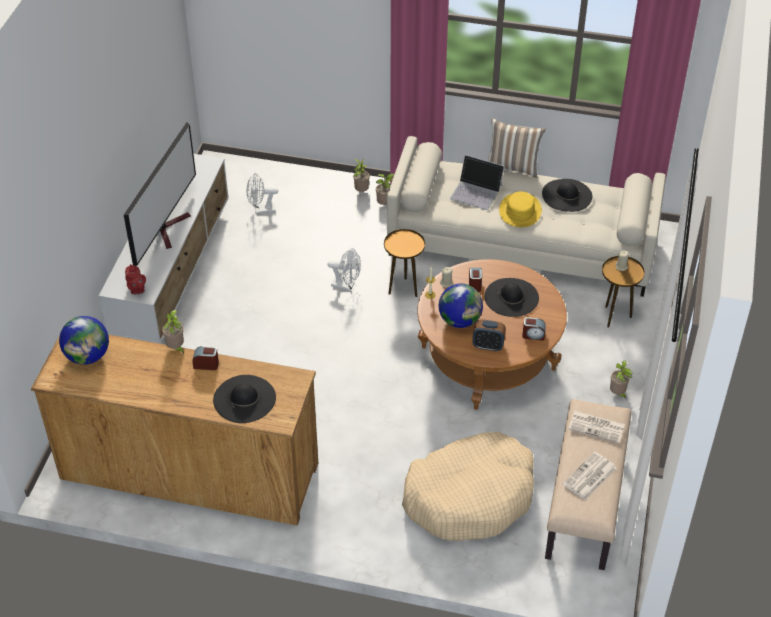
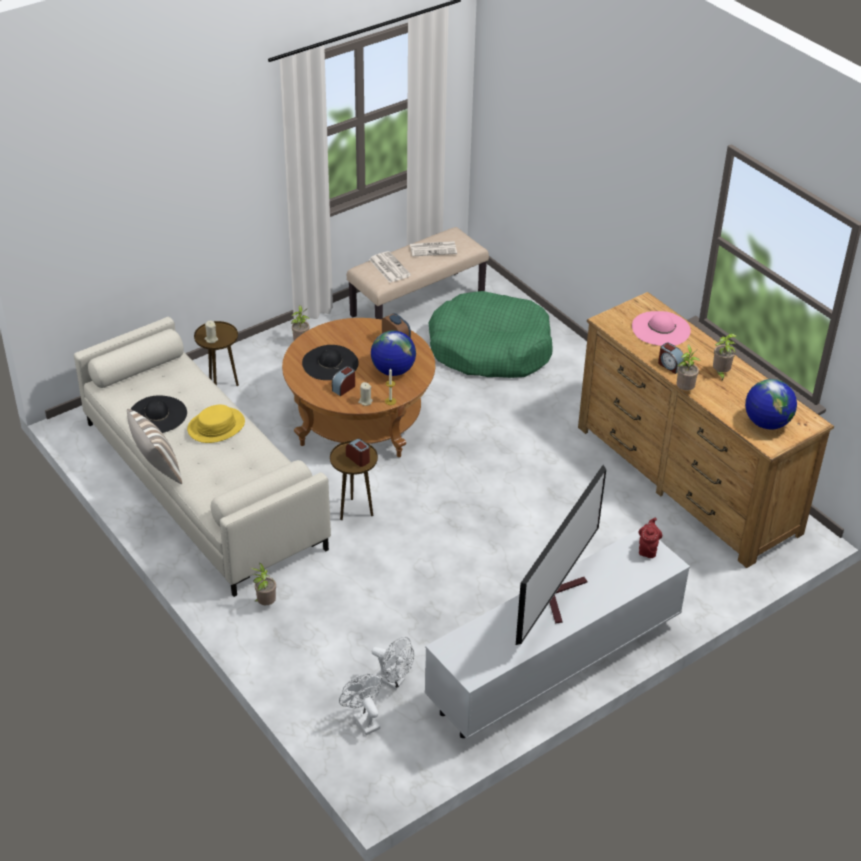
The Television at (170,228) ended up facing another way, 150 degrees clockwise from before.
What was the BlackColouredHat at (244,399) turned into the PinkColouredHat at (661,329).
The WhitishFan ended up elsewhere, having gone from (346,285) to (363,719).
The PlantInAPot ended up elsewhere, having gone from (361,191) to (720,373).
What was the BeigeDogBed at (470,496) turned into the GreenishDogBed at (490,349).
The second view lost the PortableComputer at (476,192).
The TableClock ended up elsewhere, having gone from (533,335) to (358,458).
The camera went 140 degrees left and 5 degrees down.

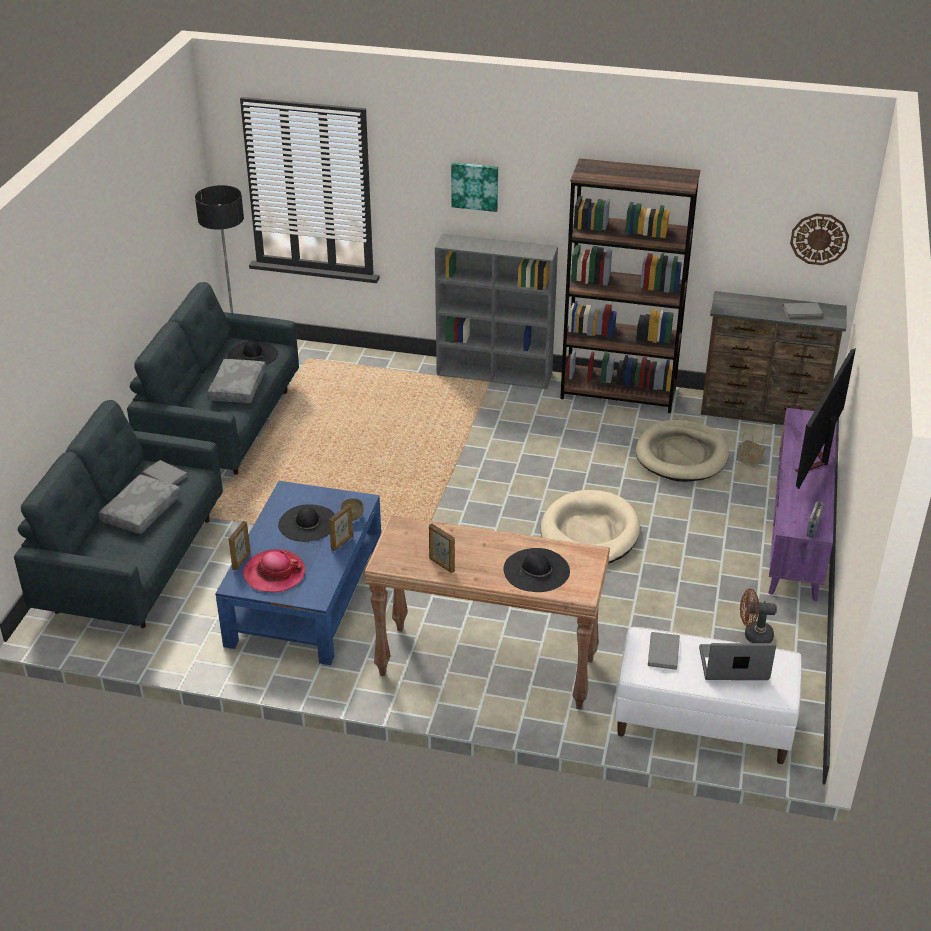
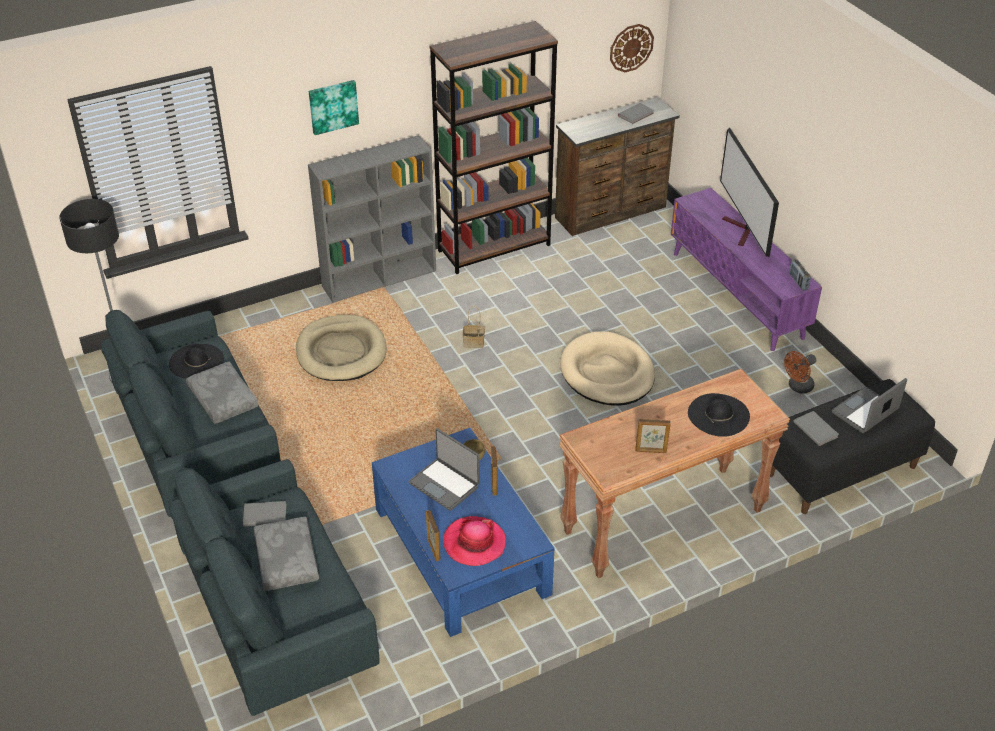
Where the BlackColouredHat stood at (308,523), the PortableComputer came to stand at (445,484).
What was the WhitishLongSeat at (702,724) turned into the BlackColouredLongSeat at (841,471).
The BeigeDogBed ended up elsewhere, having gone from (682,455) to (341,352).
The Basket ended up elsewhere, having gone from (750,460) to (474,342).
The camera went 40 degrees left and 5 degrees up.

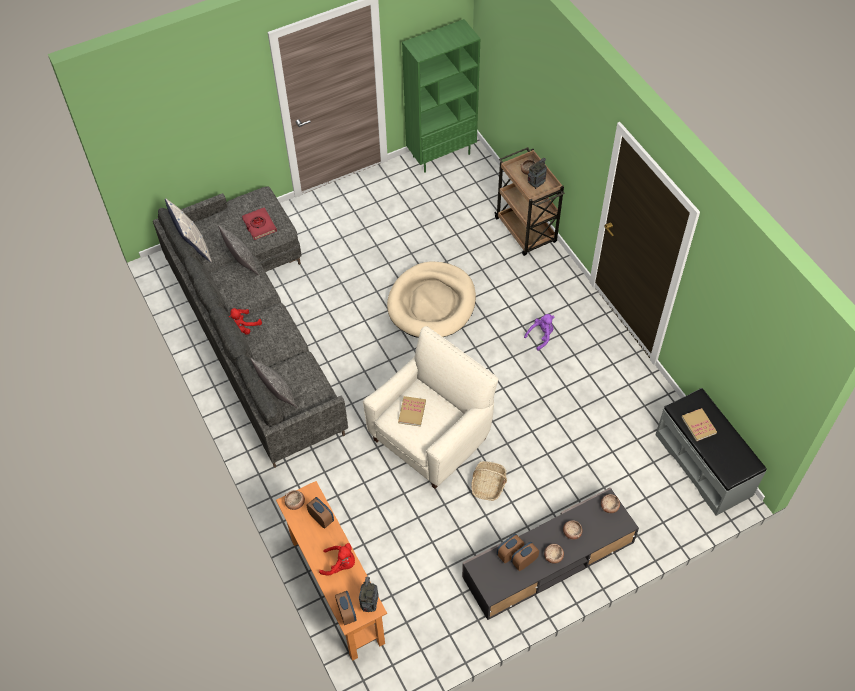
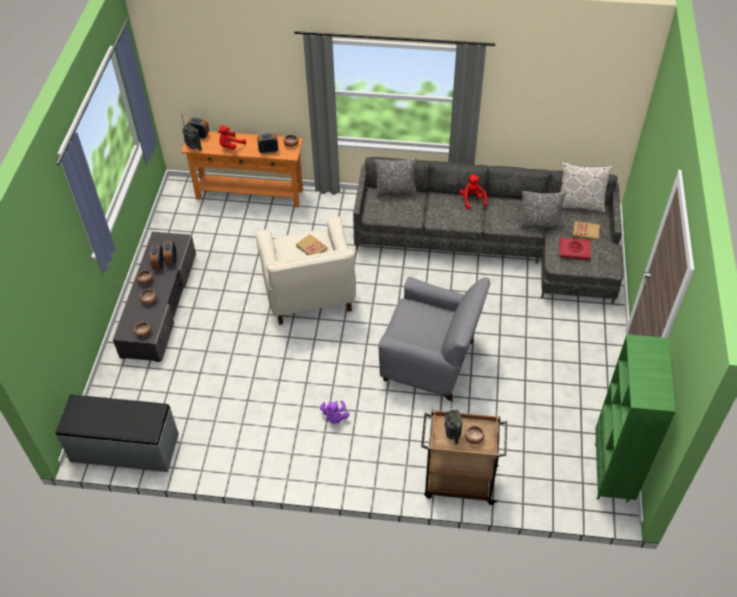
Where the BeigeDogBed stood at (432,303), the GreyLoungeChair came to stand at (431,362).
The second view lost the Basket at (488,485).
The Book ended up elsewhere, having gone from (698,425) to (586,232).
The camera went 125 degrees right and 5 degrees down.

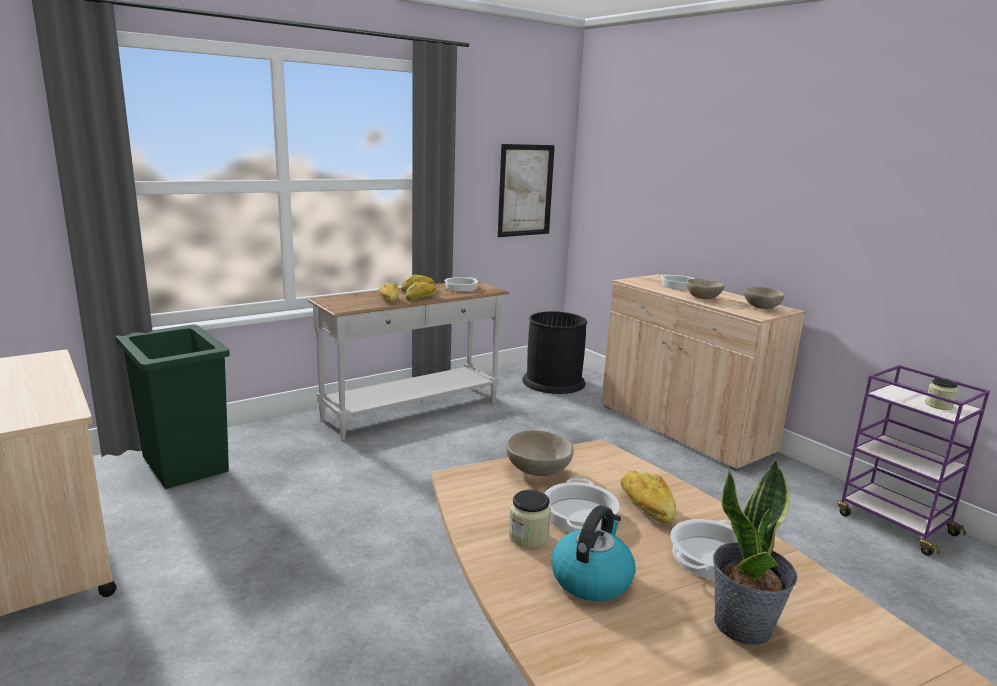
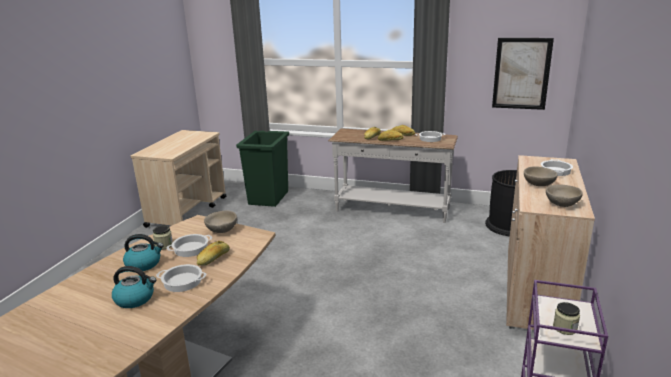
Where the PlantInAPot stood at (744,625), the WaterKettle came to stand at (135,299).
The camera went 55 degrees right and 5 degrees up.

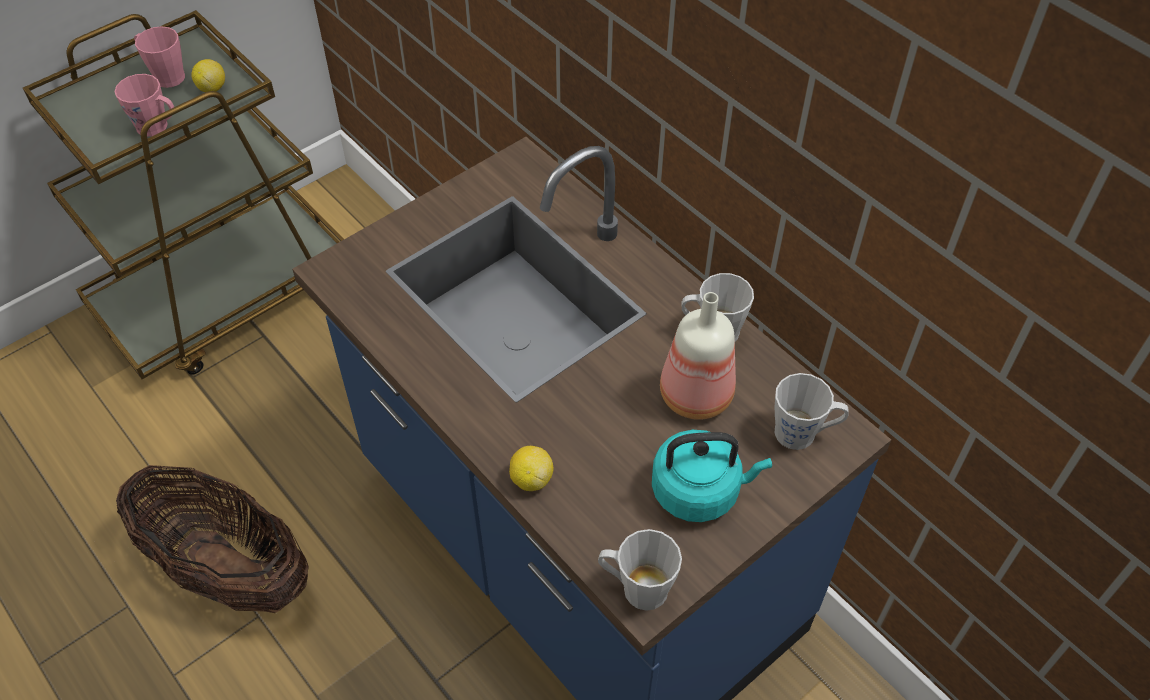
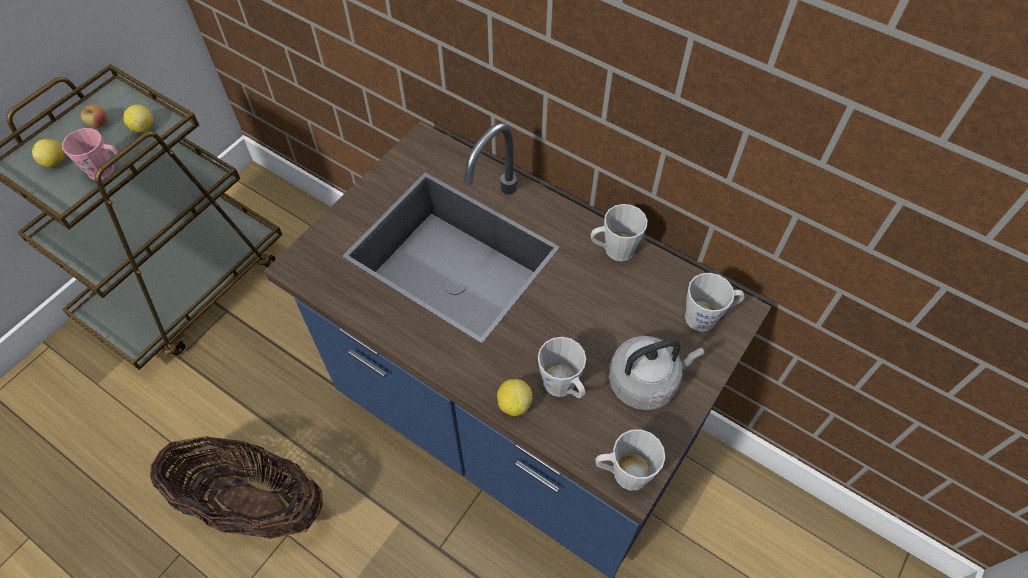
Where the PinkColouredCoffeeMug stood at (165,75), the AppleFruit came to stand at (99,124).
What was the TurquoiseColouredWaterKettle at (700,491) turned into the GreyWaterKettle at (646,382).
The second view lost the Bottle at (694,397).
The second view gained the WholeLemon at (55,161).
The second view gained the GreyCoffeeMug at (563,387).
The camera went 15 degrees left and 5 degrees up.

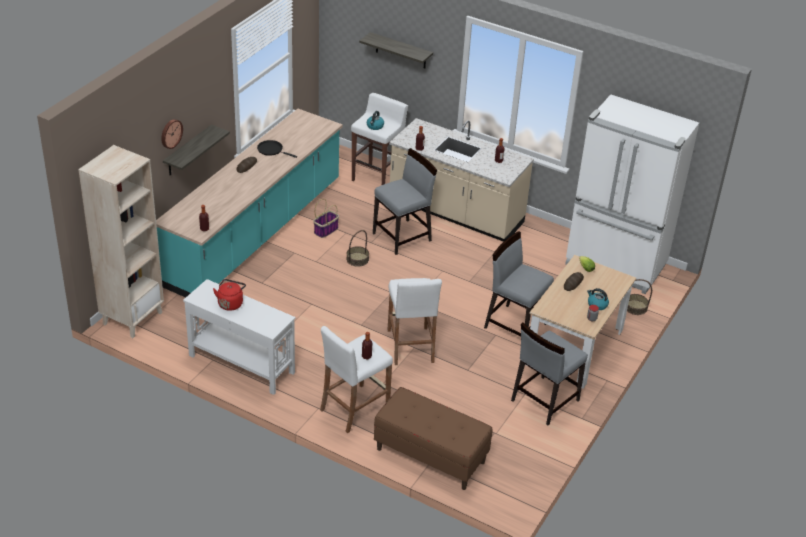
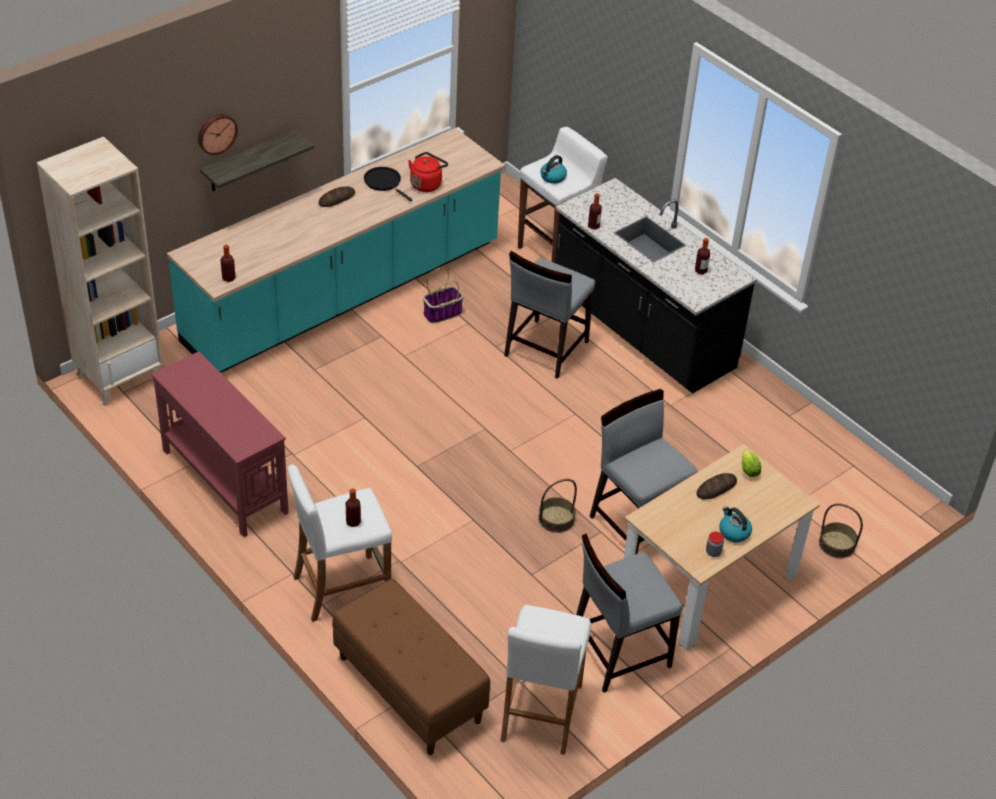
What was the WhitishNarrowTable at (241,364) turned into the ReddishNarrowTable at (224,480).
The ReddishWaterKettle ended up elsewhere, having gone from (230,303) to (427,184).
The Basket ended up elsewhere, having gone from (357,259) to (556,519).
The second view lost the Shelf at (401,51).
The GreyPlainChair at (402,237) ended up facing another way, 135 degrees clockwise from before.
The WhitishStoolSeat ended up elsewhere, having gone from (410,346) to (540,712).
What was the BeigeKitchenBaseUnit at (455,213) turned into the BlackColouredKitchenBaseUnit at (641,330).
The second view lost the WhitishKitchenFridge at (615,265).
The camera went 20 degrees right and 5 degrees up.

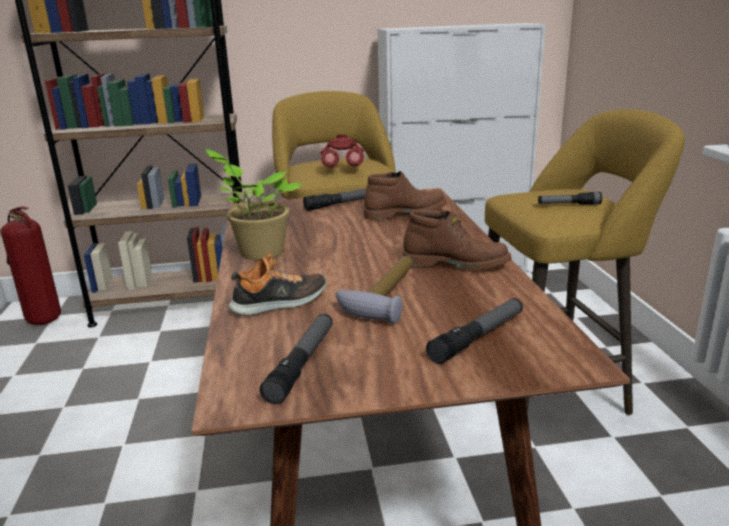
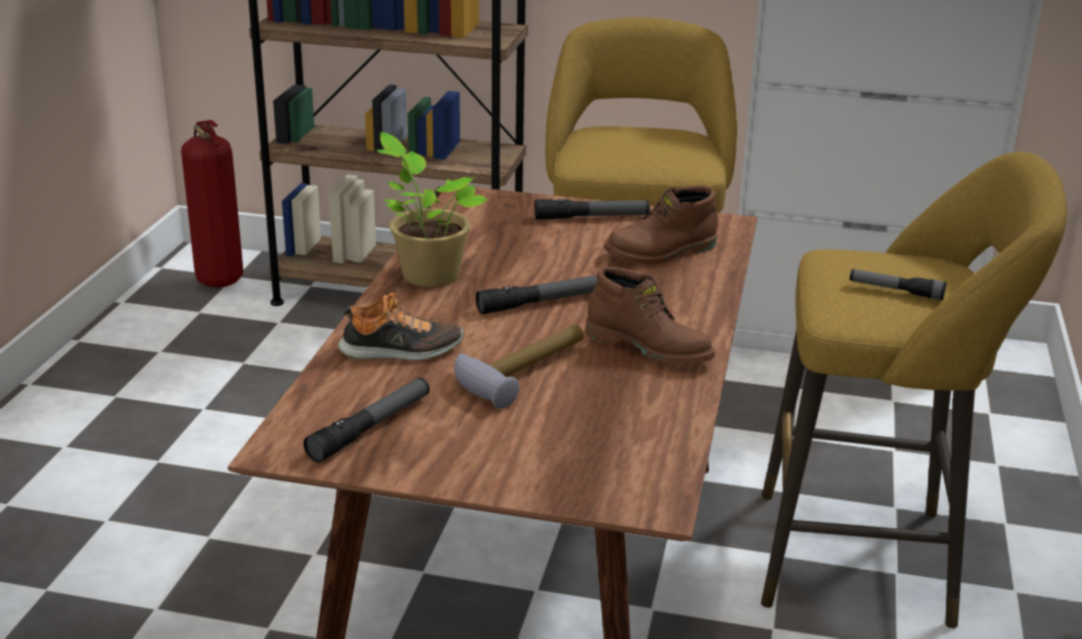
The second view lost the ReddishBinoculars at (342,169).
The BrownHighTopBoot at (405,213) ended up facing another way, 150 degrees clockwise from before.
The Torch ended up elsewhere, having gone from (478,337) to (540,303).
The camera went 20 degrees right and 5 degrees up.

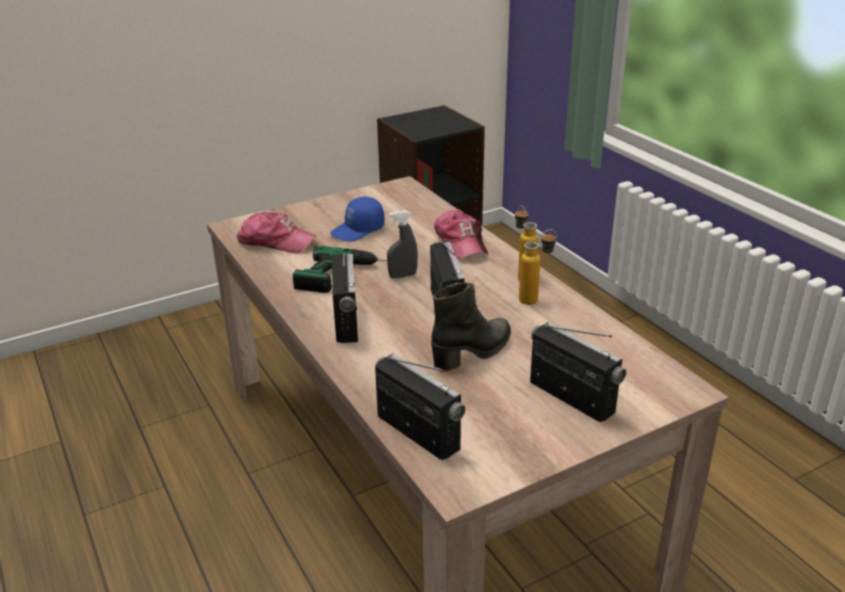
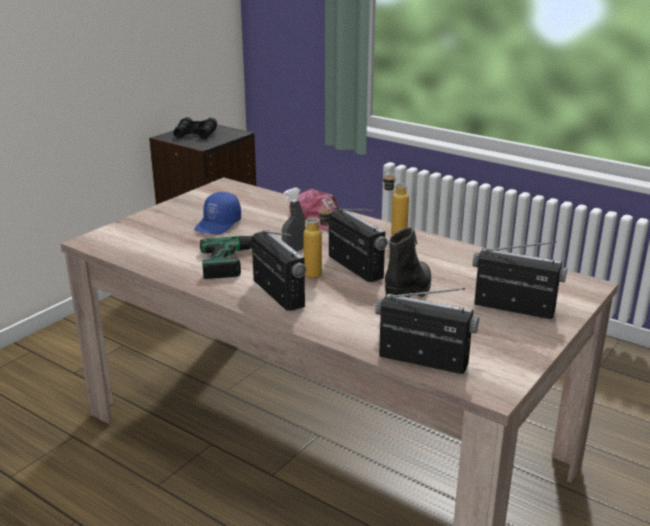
The second view lost the Cap at (276,242).
The Bottle ended up elsewhere, having gone from (535,299) to (318,272).
The second view gained the BlackColouredBinoculars at (196,134).
The camera went 25 degrees left and 5 degrees down.

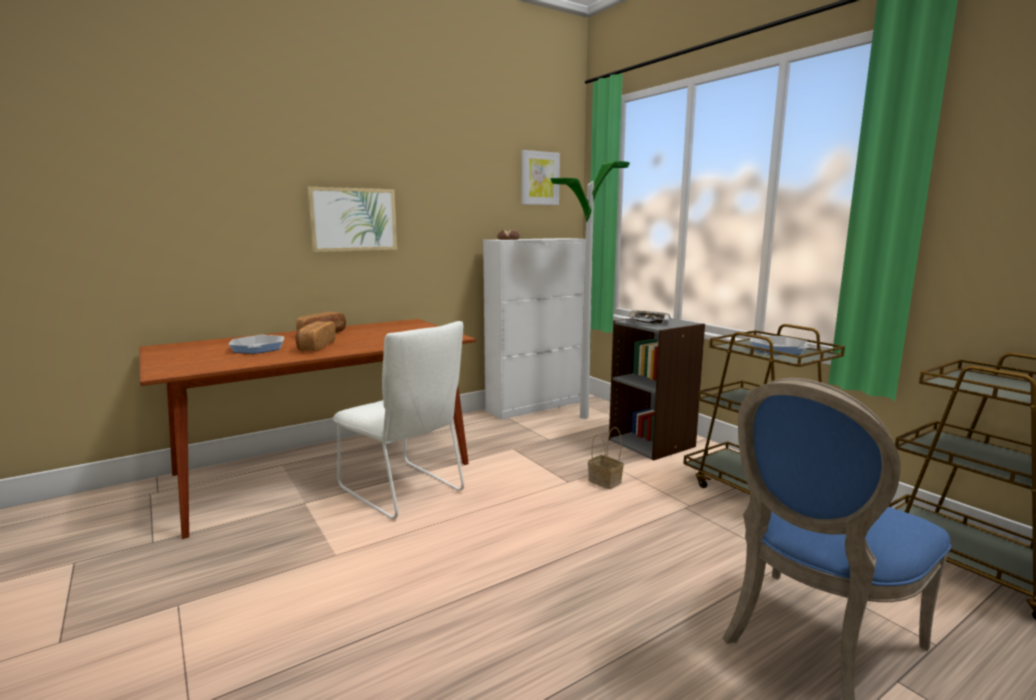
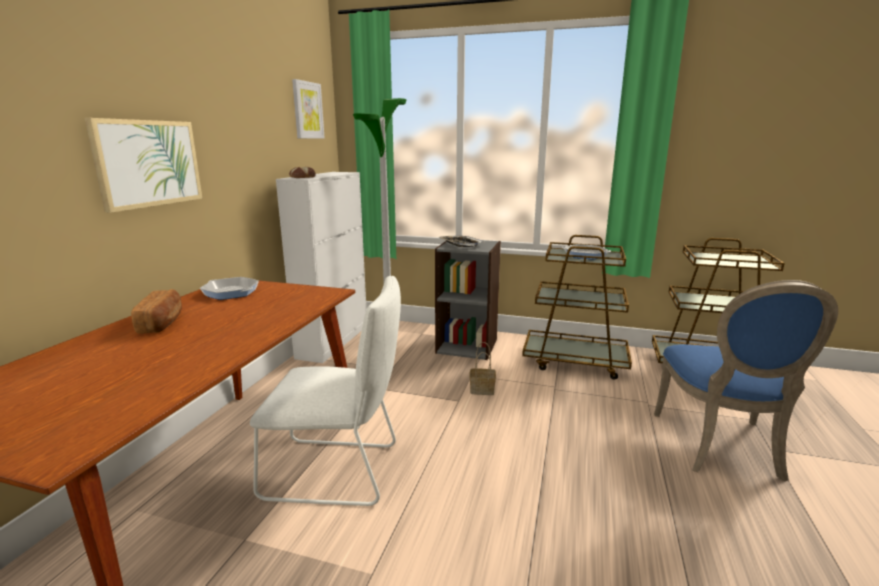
The FryingPan ended up elsewhere, having gone from (258,348) to (231,292).
The second view lost the Bread at (315,346).
The camera went 40 degrees left and 5 degrees up.

